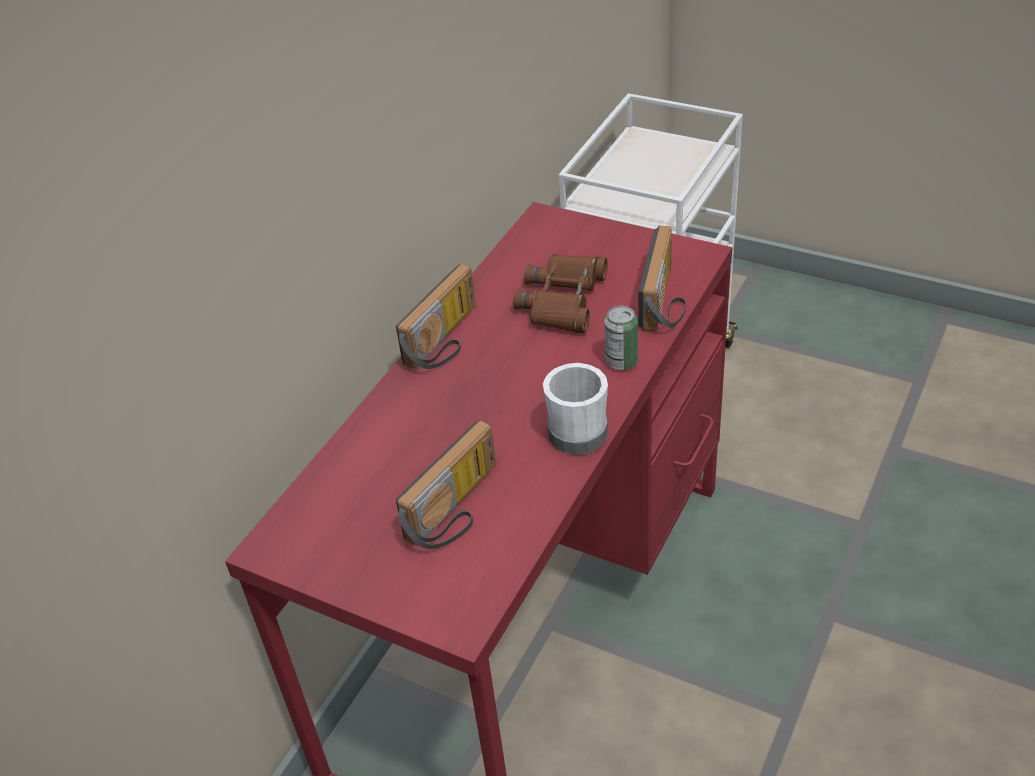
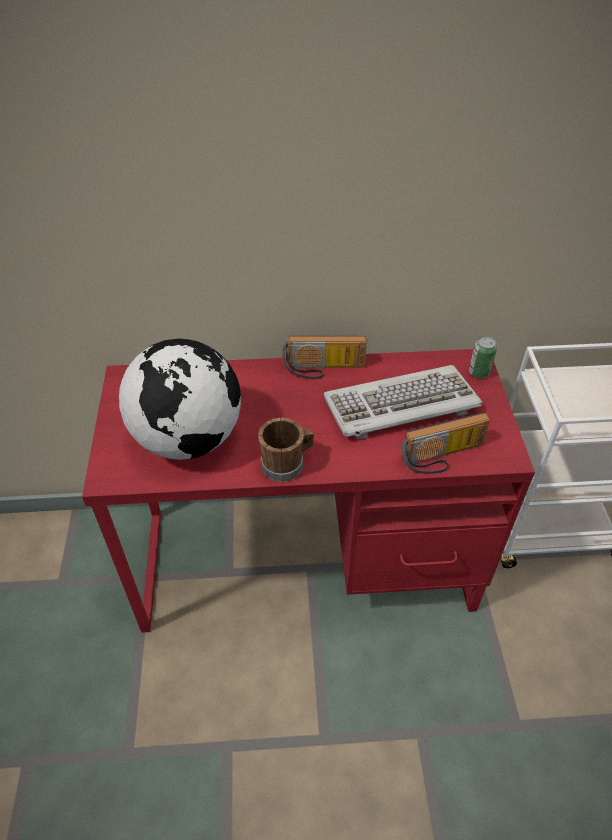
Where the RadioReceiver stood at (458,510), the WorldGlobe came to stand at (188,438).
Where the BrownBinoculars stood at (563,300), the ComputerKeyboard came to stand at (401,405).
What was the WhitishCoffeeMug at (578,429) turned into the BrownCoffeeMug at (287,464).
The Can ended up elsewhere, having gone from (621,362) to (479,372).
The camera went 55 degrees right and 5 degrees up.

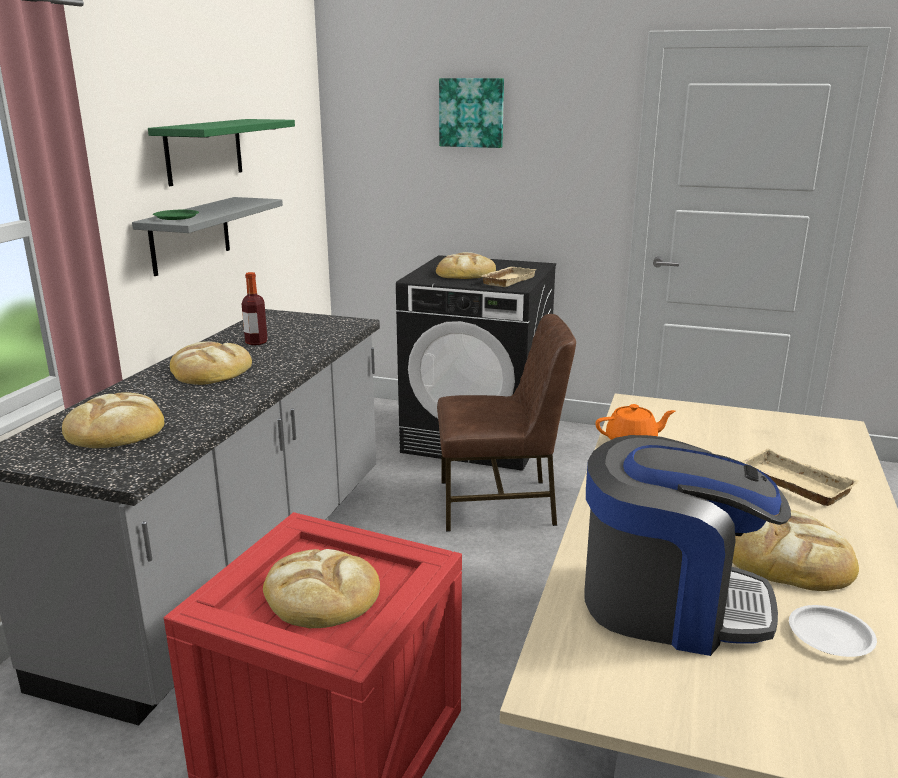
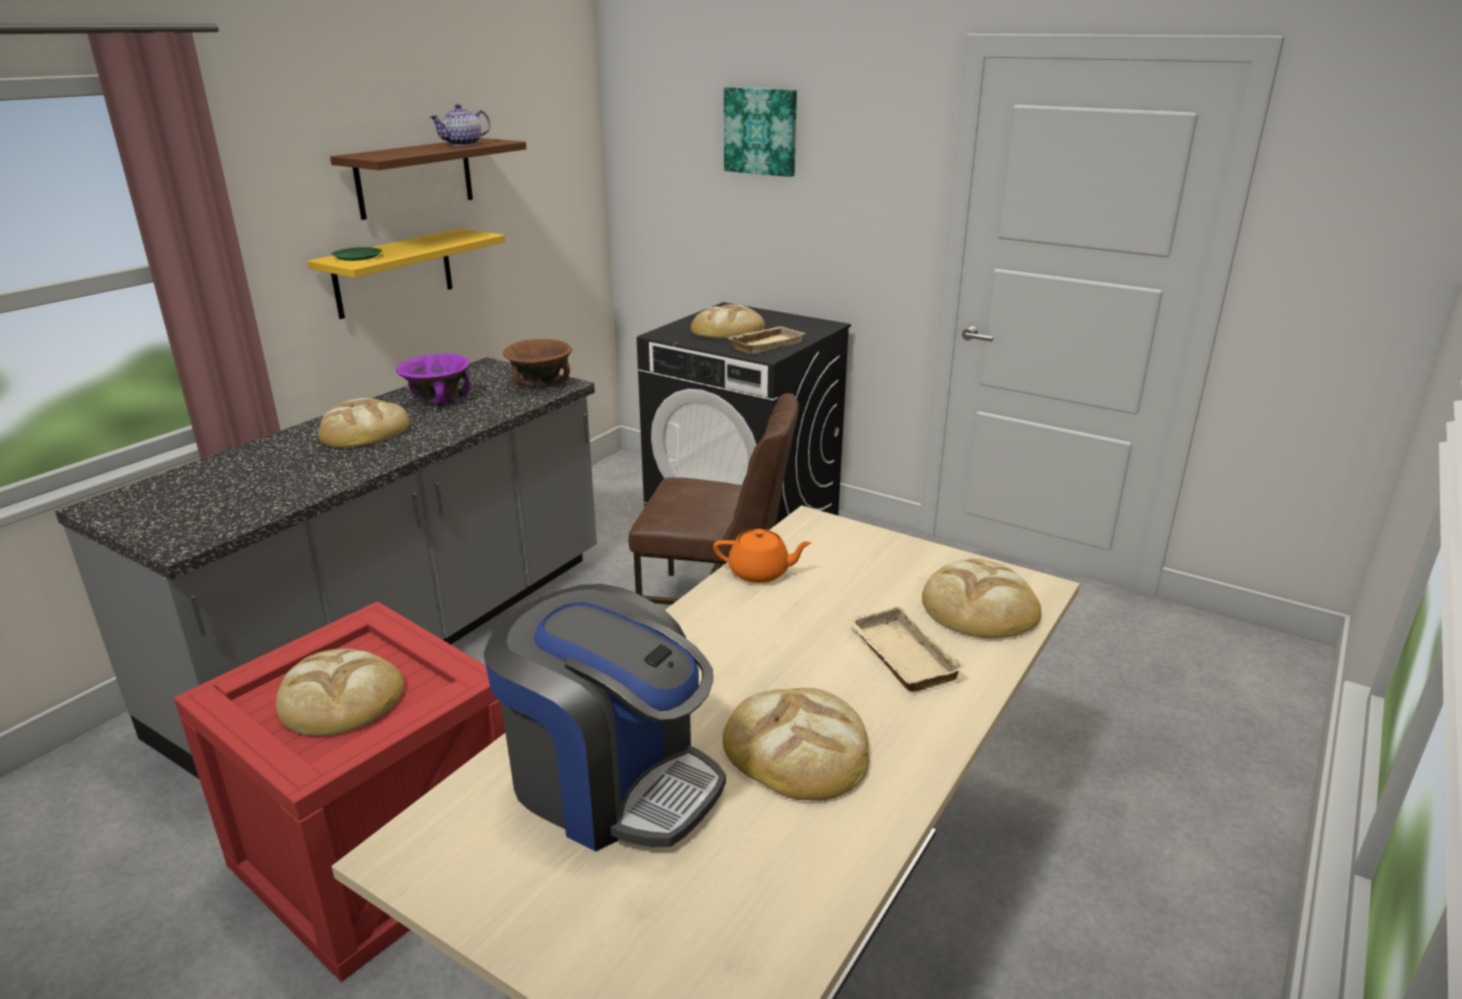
The Bread ended up elsewhere, having gone from (116,428) to (979,606).
What was the GreyShelf at (190,235) turned into the YellowColouredShelf at (393,273).
What was the GreenishShelf at (204,151) turned into the BrownShelf at (415,178).
Where the Bottle stood at (256,342), the PurplishBowl came to stand at (439,400).
The second view lost the WhitishPlate at (830,636).
The second view gained the Teapot at (463,144).
The second view gained the BrownBowl at (540,383).
The camera went 15 degrees right and 5 degrees up.

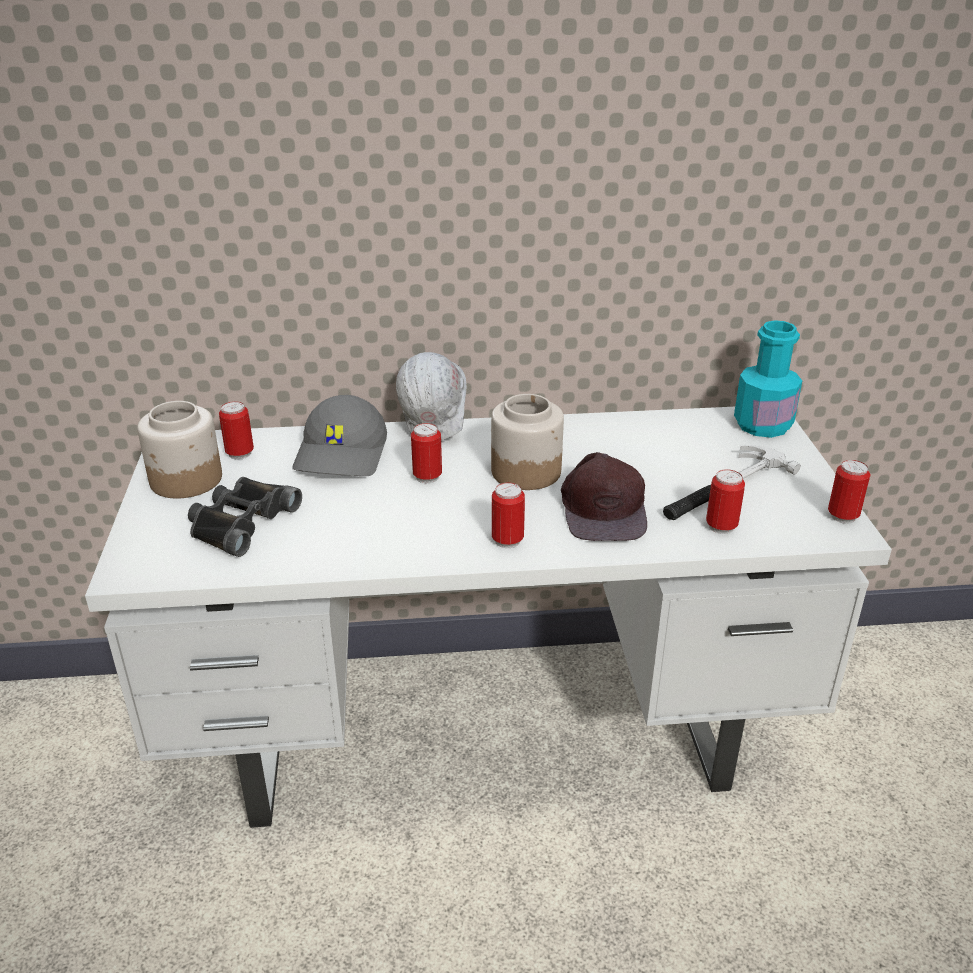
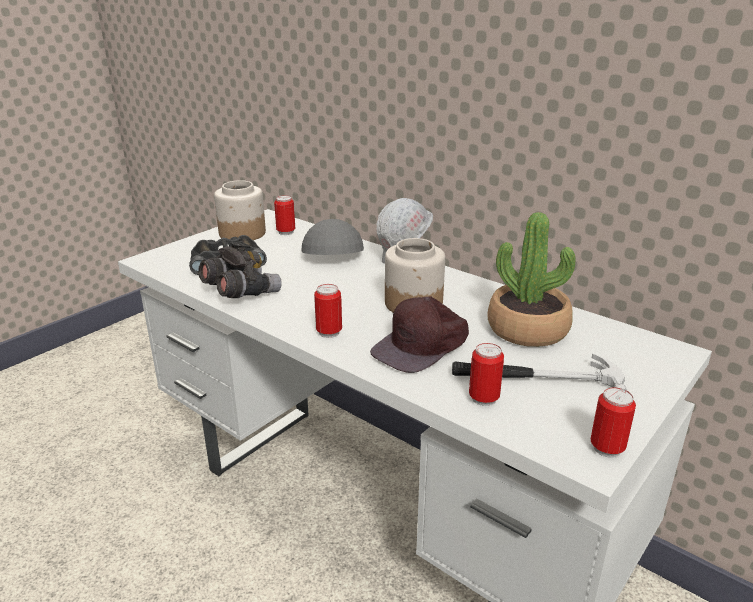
The GreyCap at (343,455) ended up facing another way, 120 degrees clockwise from before.
The second view lost the Can at (427,477).
The second view lost the TurquoiseColouredBottle at (762,425).
The second view gained the GreyBinoculars at (240,293).
The second view gained the PlantInAPot at (527,329).
The camera went 45 degrees right and 5 degrees down.

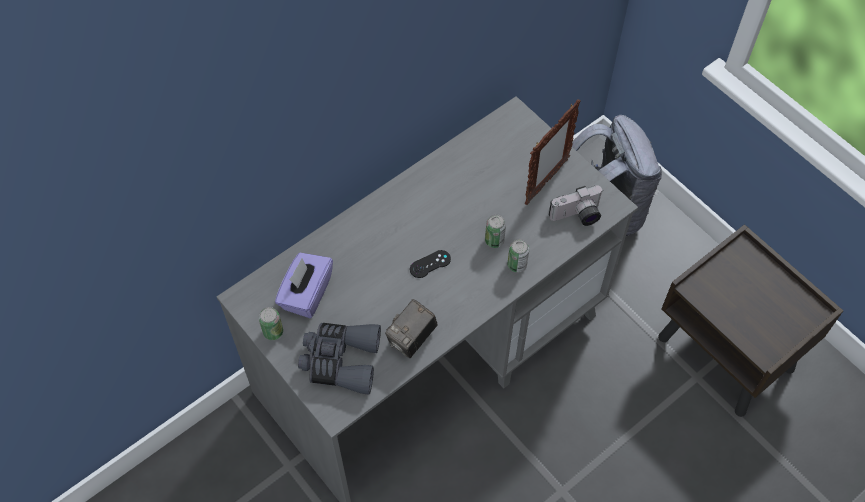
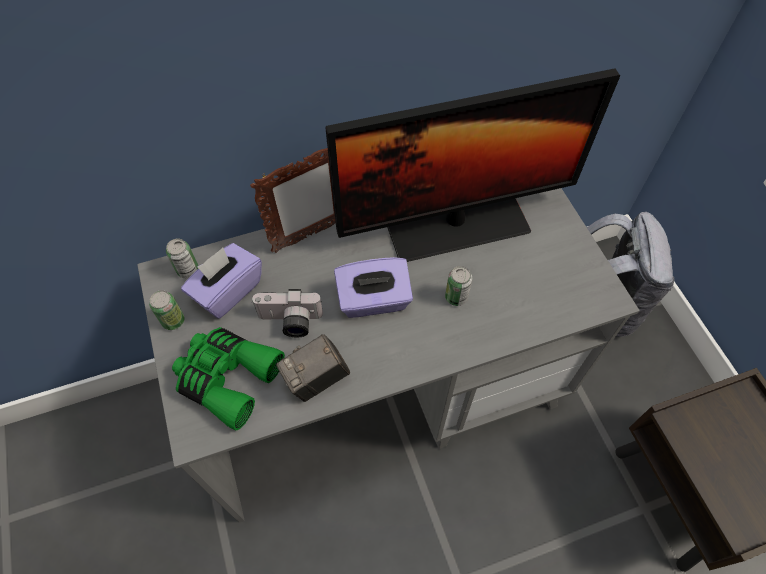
What was the GreyBinoculars at (340,361) turned into the GreenishBinoculars at (227,378).
Where the BlackColouredGameController stood at (430,264), the PurplishTissueHolder came to stand at (374,300).
The Can ended up elsewhere, having gone from (517,265) to (188,270).
The PictureFrame ended up elsewhere, having gone from (546,182) to (310,235).
The PhotoCamera ended up elsewhere, having gone from (577,216) to (289,322).
The second view gained the Monitor at (456,223).
The camera went 20 degrees right and 0 degrees up.

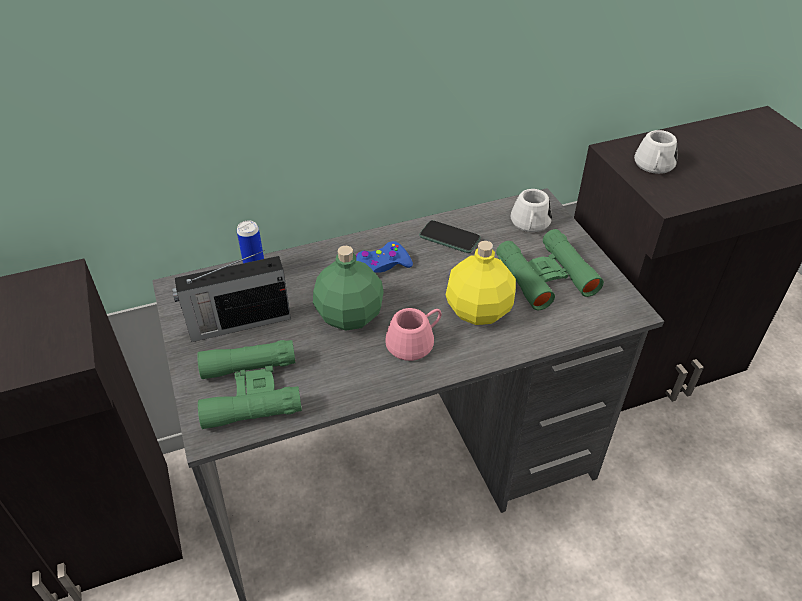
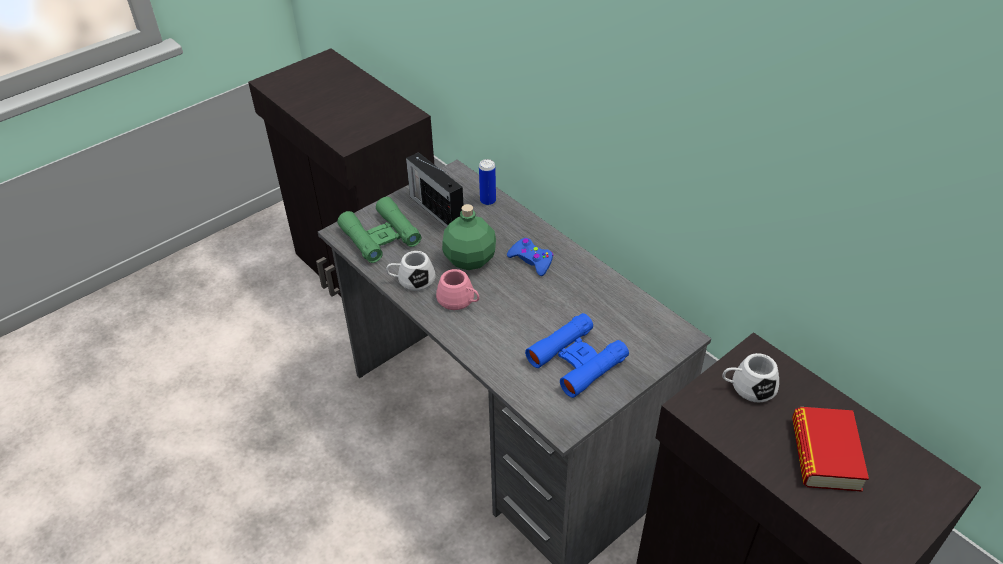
The second view lost the Phone at (449,237).
The second view lost the YellowColouredBottle at (478,310).
What was the GreenishBinoculars at (546,276) turned into the BlueBinoculars at (576,360).
The WhitishCoffeeMug ended up elsewhere, having gone from (529,225) to (411,280).
The second view gained the Book at (825,454).
The camera went 70 degrees right and 0 degrees up.

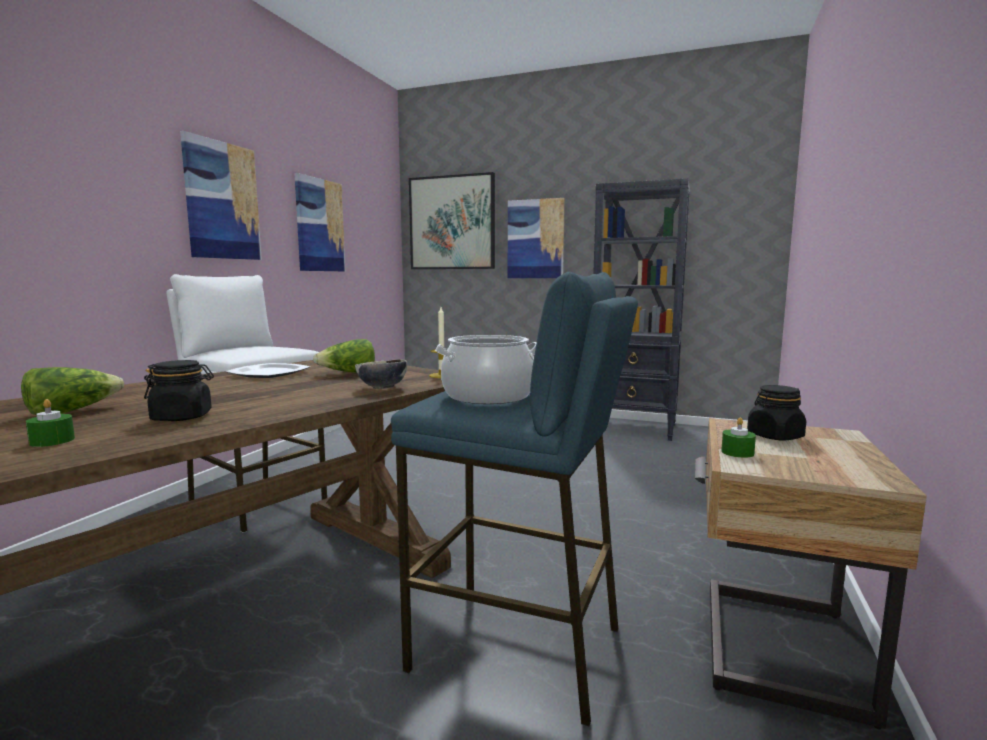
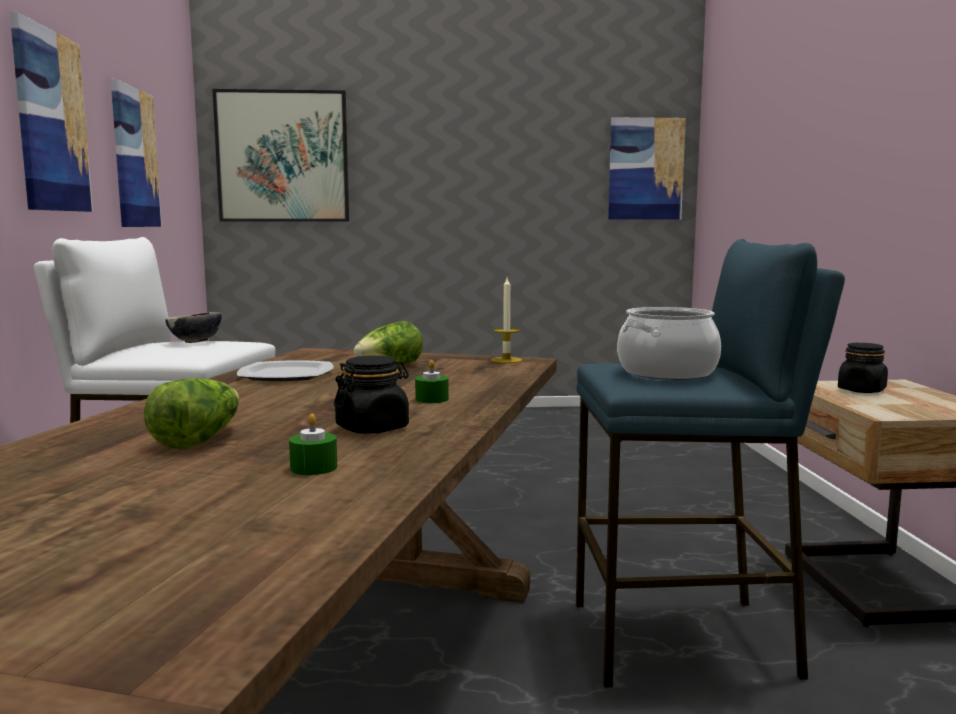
The Bowl ended up elsewhere, having gone from (382,388) to (195,342).
The WallArt ended up elsewhere, having gone from (535,239) to (646,169).
The second view lost the BlackColouredBookcase at (634,429).
The GreenishWaxCandle ended up elsewhere, having gone from (737,452) to (432,399).
The camera went 25 degrees left and 0 degrees up.

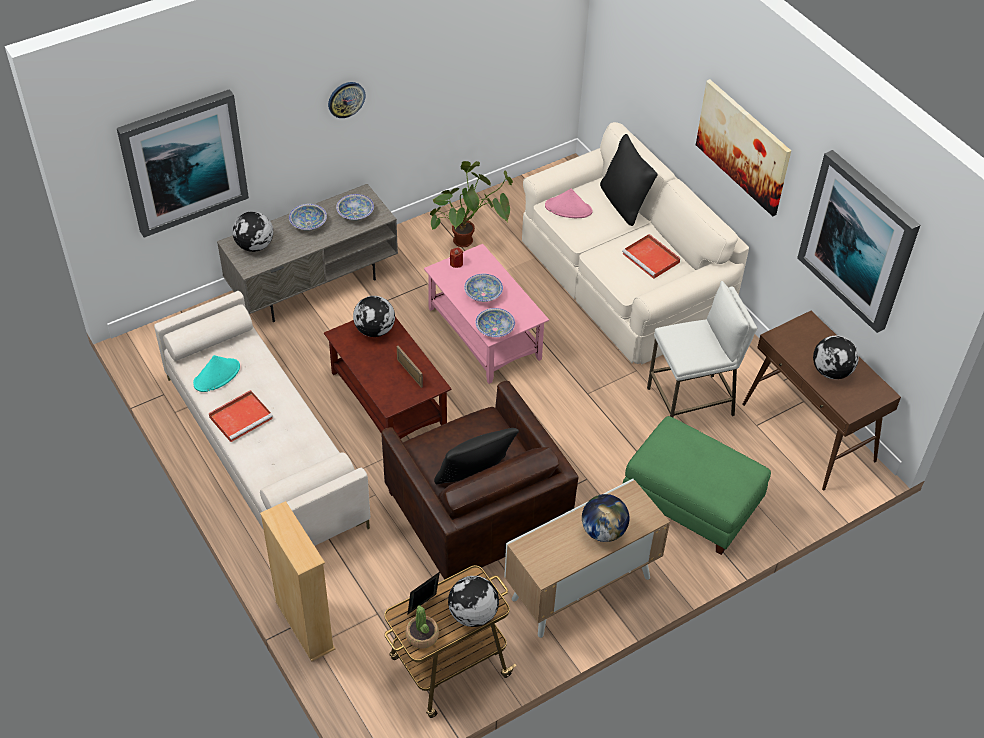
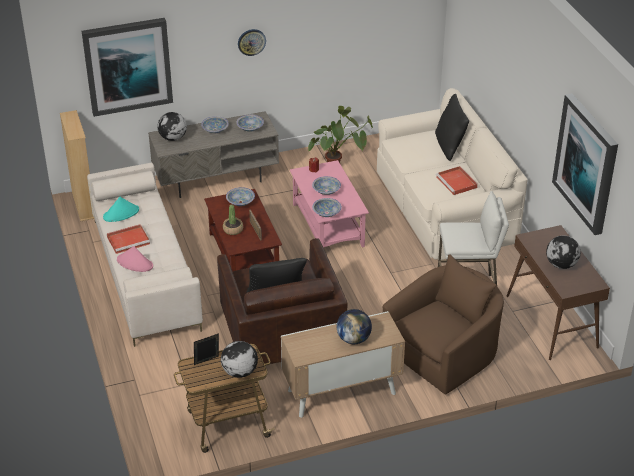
The BeigeBookcase ended up elsewhere, having gone from (304,625) to (84,205).
Where the WorldGlobe stood at (375,330), the Bowl came to stand at (240,202).
The PlantInAPot ended up elsewhere, having gone from (422,635) to (233,229).
The PinkColouredHat ended up elsewhere, having gone from (568,208) to (135,263).
Where the GreenishOttoman stood at (692,503), the BrownLoungeChair came to stand at (444,352).
The second view lost the WallArt at (743,146).
The camera went 15 degrees right and 10 degrees down.

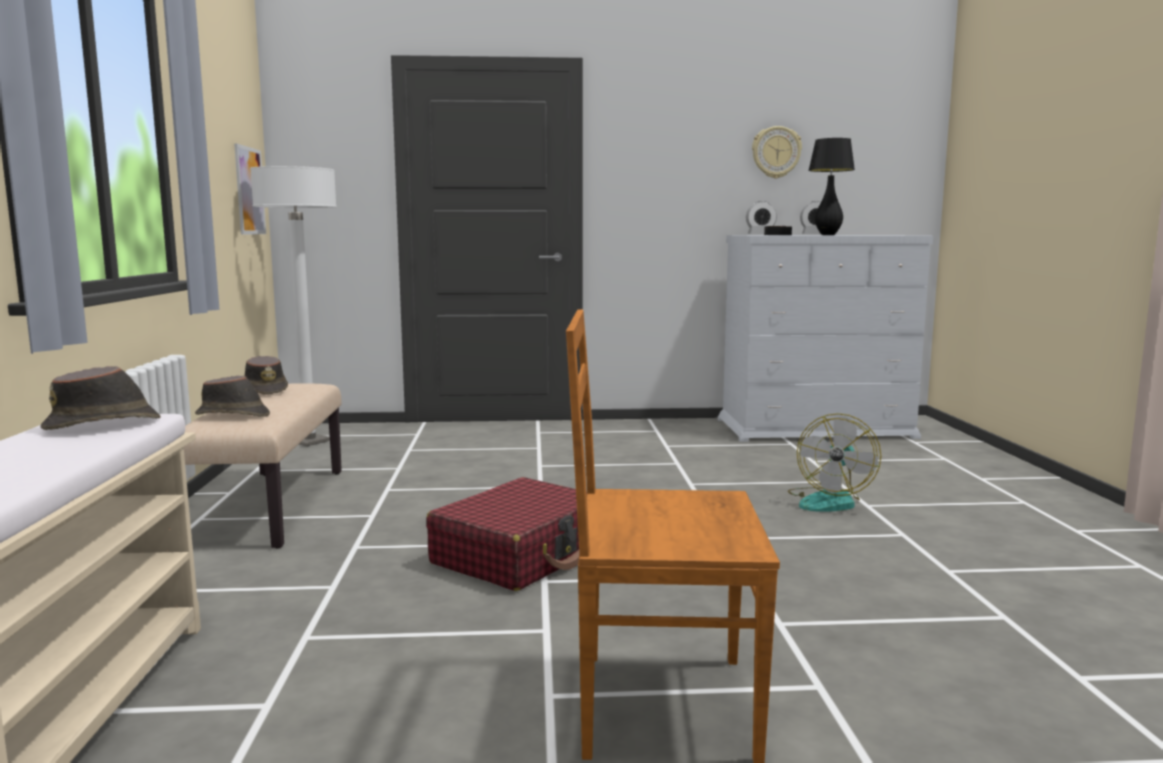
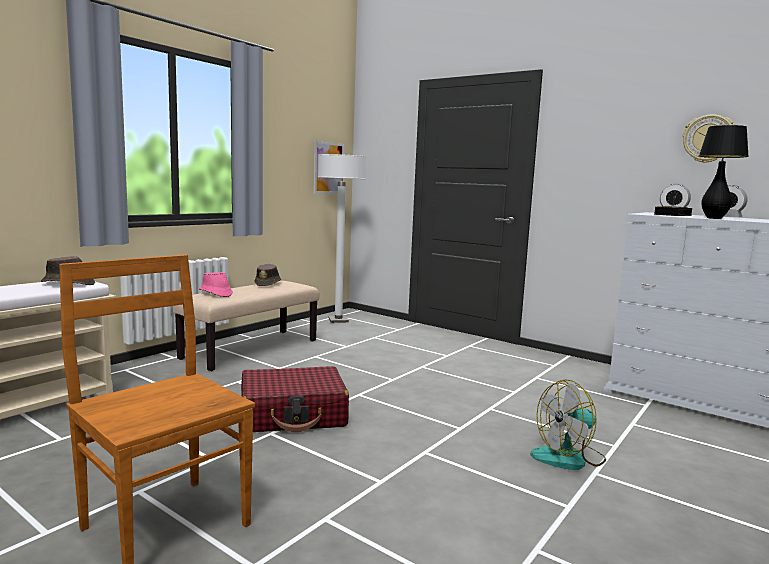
What was the BrownHat at (233,415) turned into the PinkColouredHat at (215,293).
The camera went 40 degrees right and 0 degrees up.

